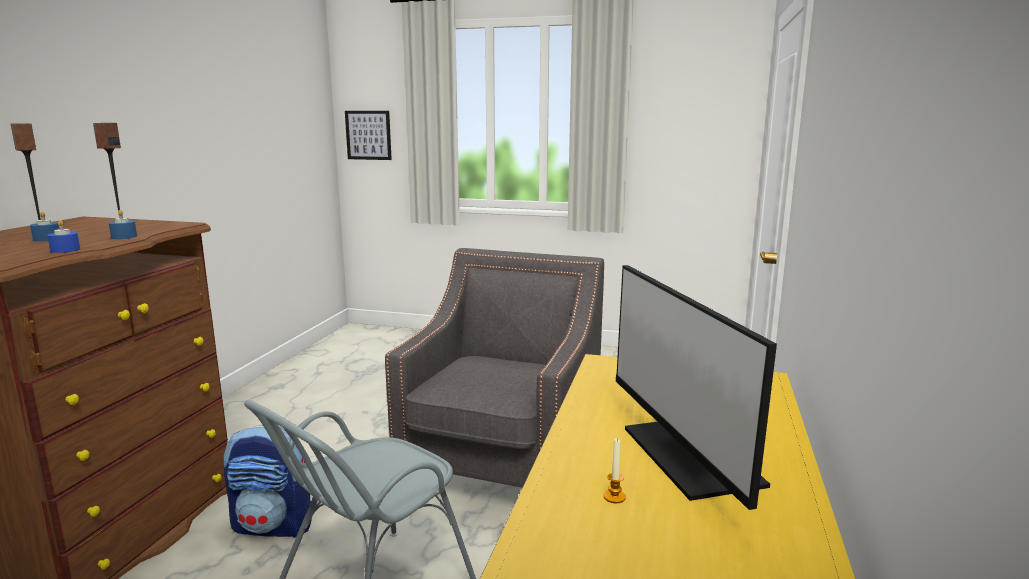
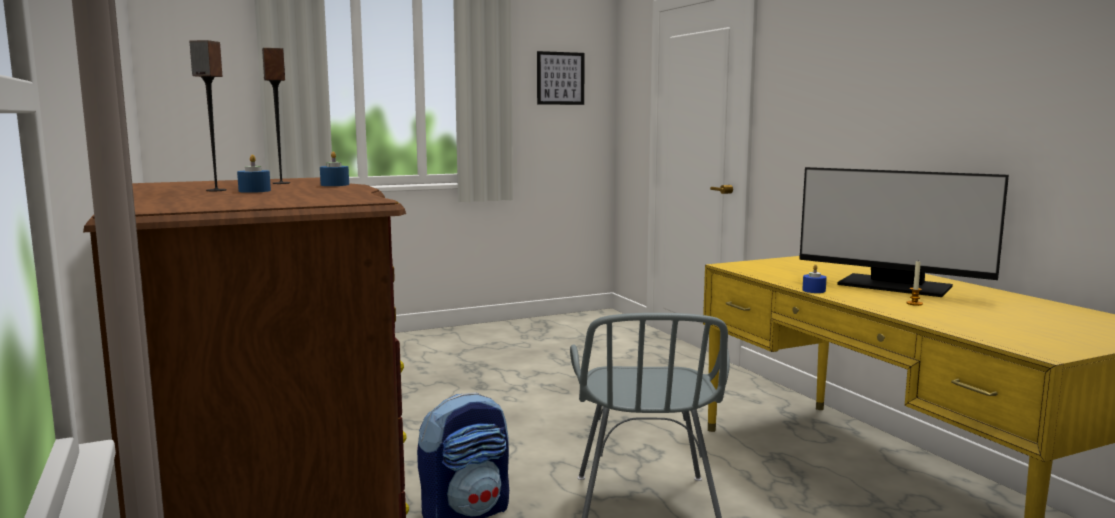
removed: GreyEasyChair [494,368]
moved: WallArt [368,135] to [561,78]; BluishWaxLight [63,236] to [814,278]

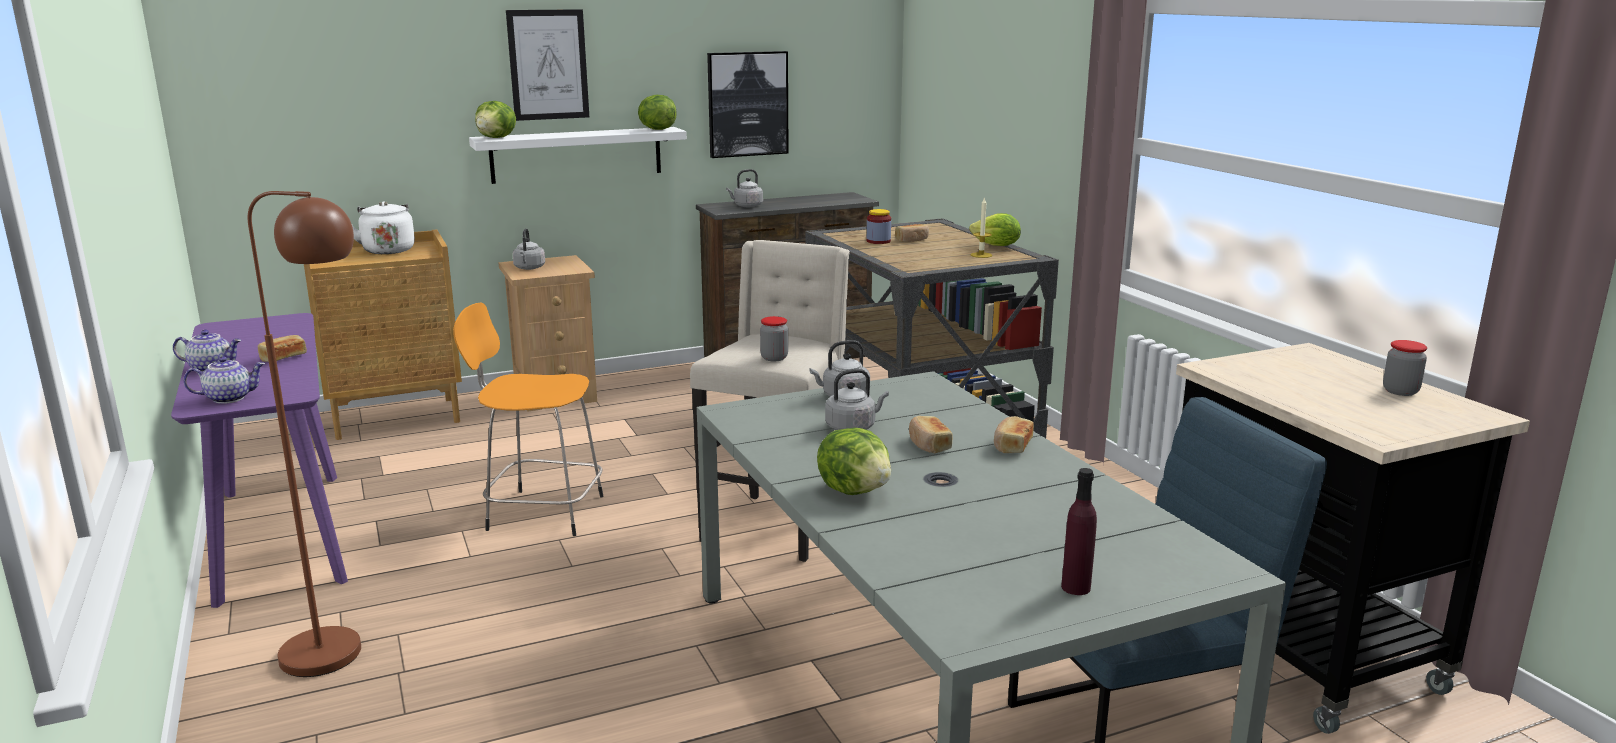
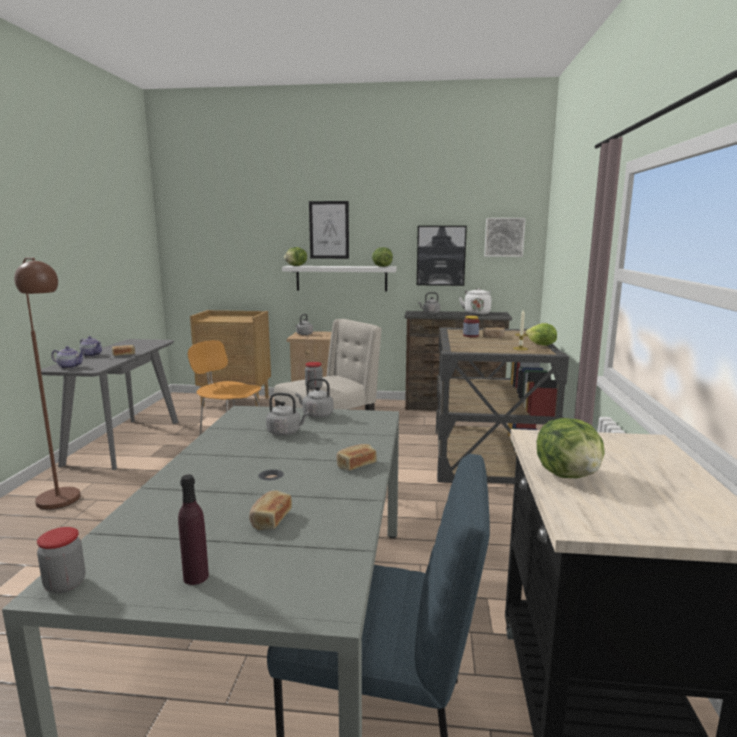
added: WallArt [505,237]
moved: WhiteWaterKettle [383,227] to [475,301]; StorageJar [1405,368] to [61,560]; Bread [931,434] to [270,510]; LettuceHead [854,461] to [570,448]
recoloured: PurpleColouredConsoleTable [259,460] to GreyConsoleTable [110,404]

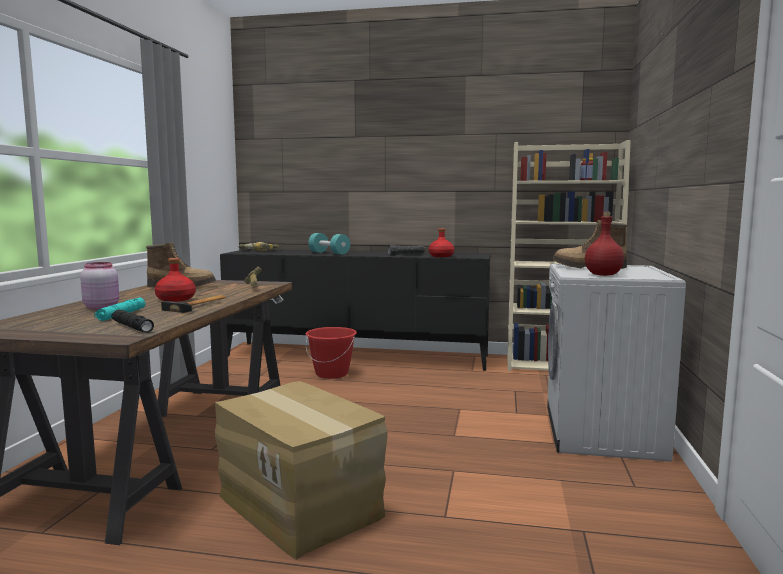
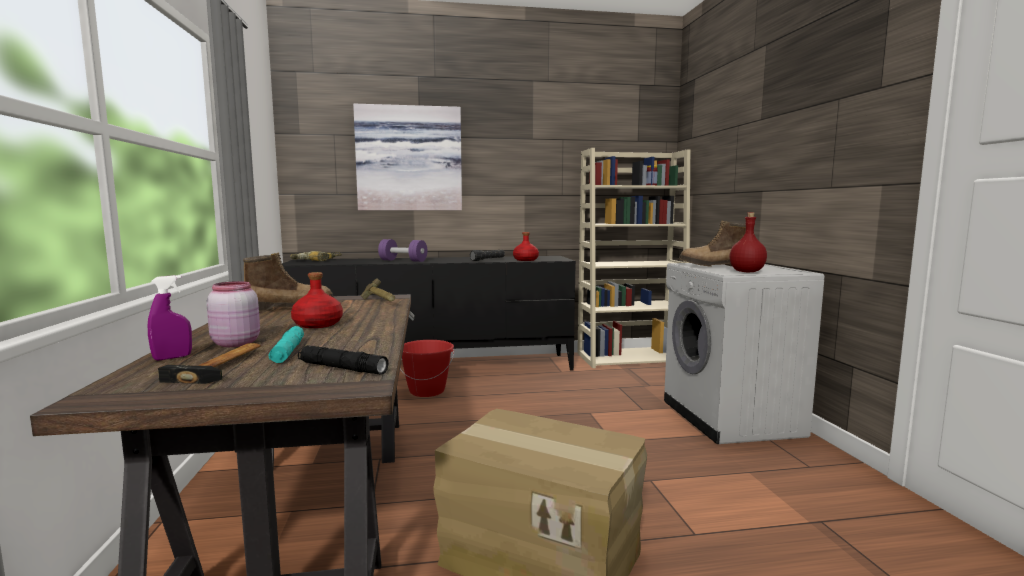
added: WallArt [407,157]; PurpleColouredSprayer [170,317]
moved: ToolHammer [193,304] to [209,363]
recoloured: TurquoiseFreeWeight [329,244] to PurpleColouredFreeWeight [402,250]

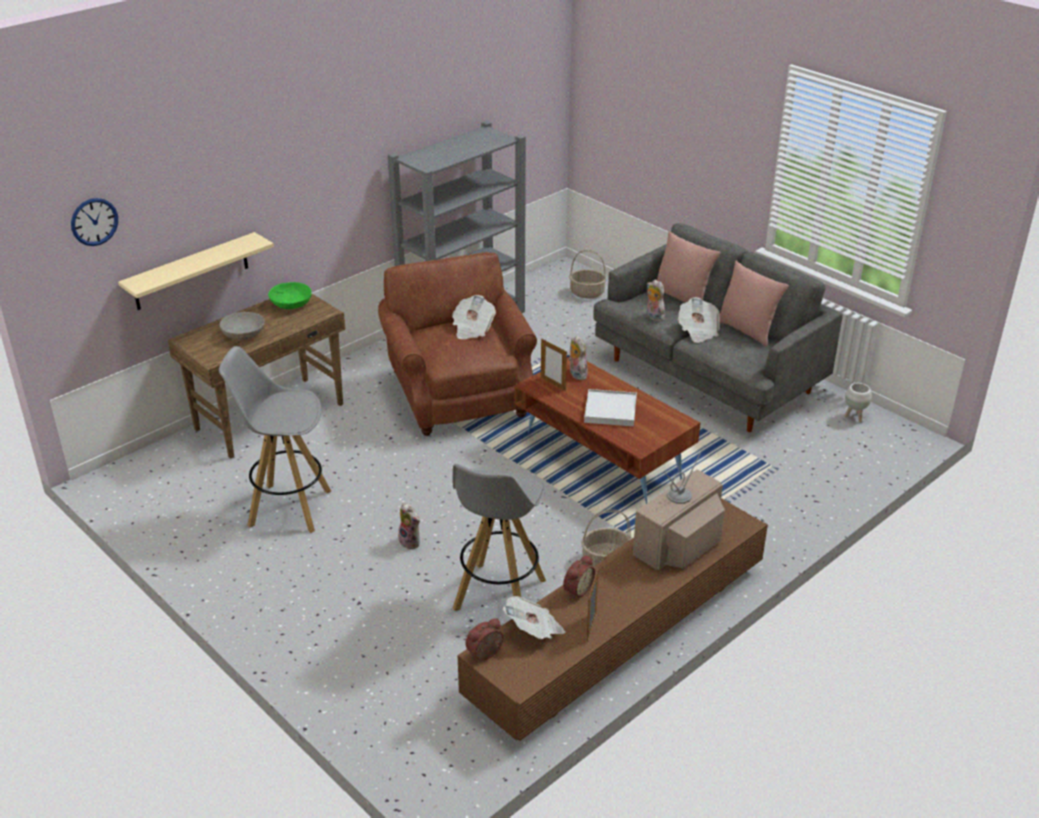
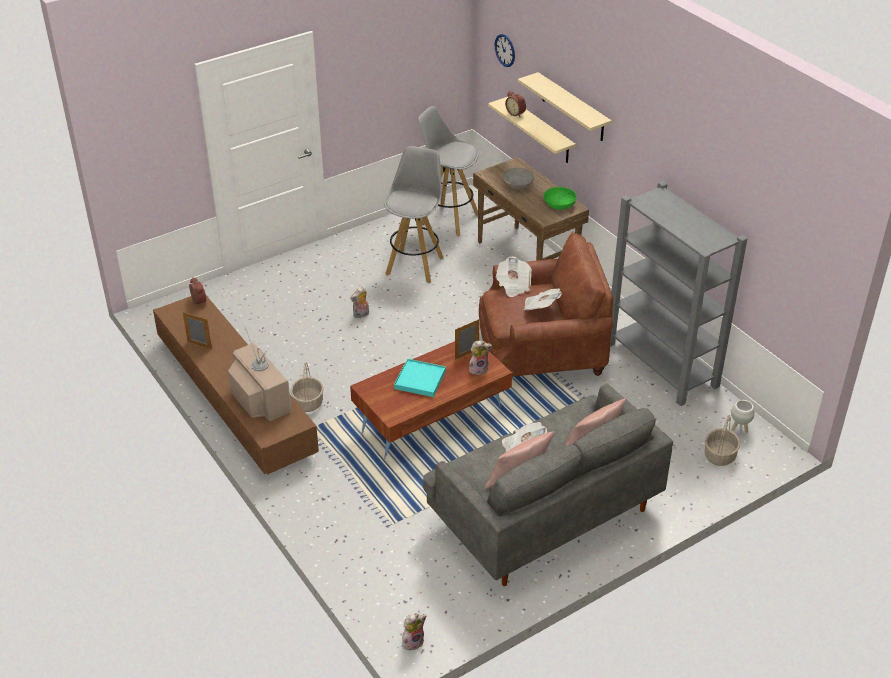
added: SandColouredBracketShelf [565,106]
moved: SoftToy [656,301] to [414,631]; WhitePlanter [858,402] to [743,416]; GreyStoolSeat [500,537] to [448,171]; AlarmClock [579,577] to [515,104]; DailyPaper [534,618] to [514,277]
recoloured: WhiteCarryingTray [610,407] to TurquoiseCarryingTray [420,378]

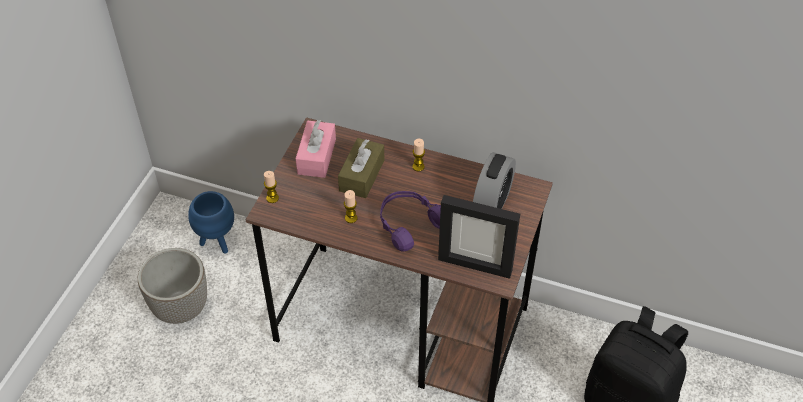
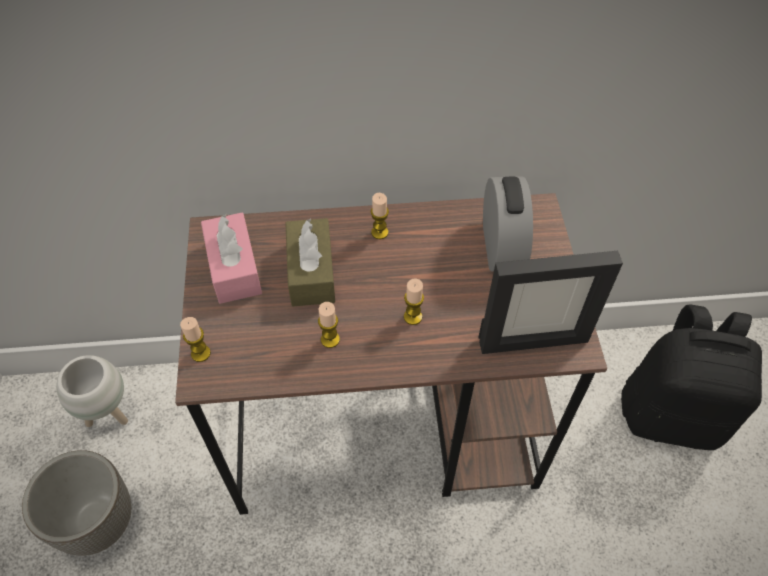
replaced: PurpleColouredHeadphones [410,221] to WaxLight [414,301]
recoloured: BluishPlanter [211,222] to WhitePlanter [92,391]

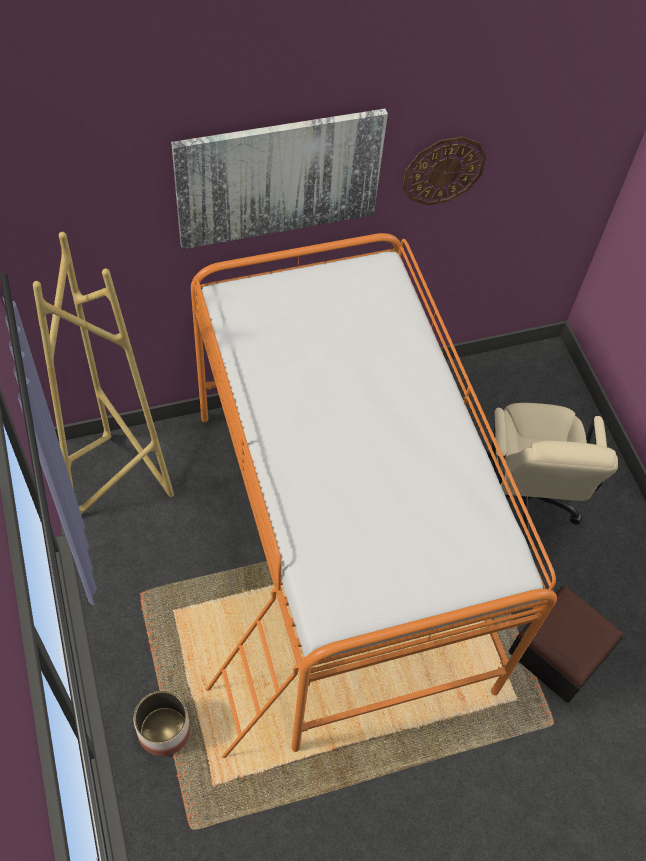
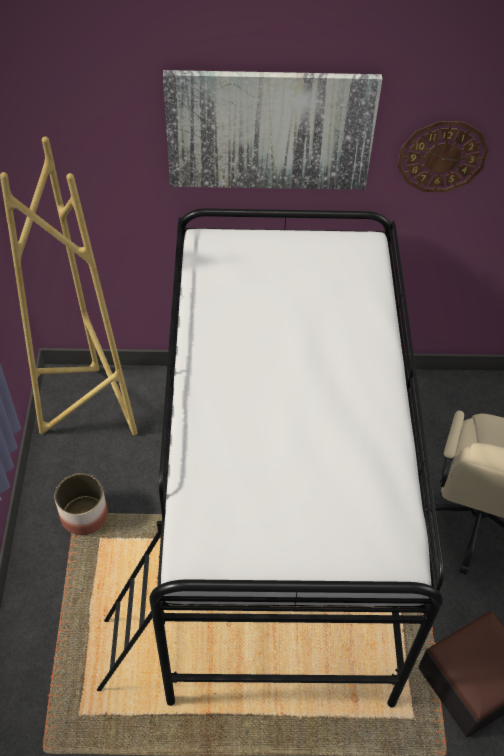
moved: Planter [162,723] to [81,504]
recoloured: OrangeBed [374,495] to BlackishBed [270,458]

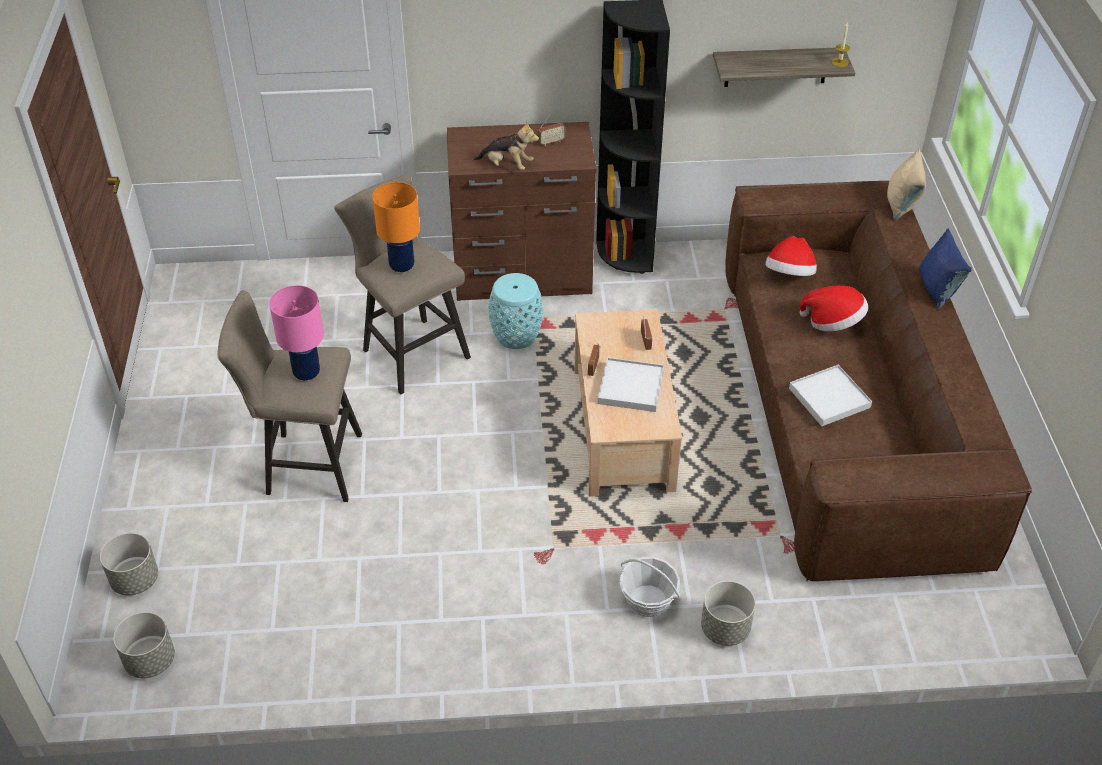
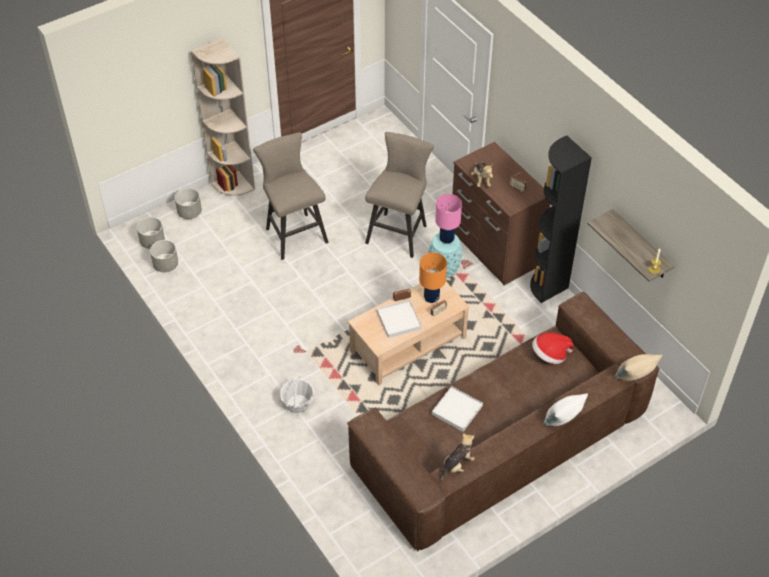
removed: WearableHat [833,308]
added: SandColouredShelvingUnit [223,117]; SoftToy [457,457]
moved: OrangeTableLamp [396,227] to [433,277]; PinkTableLamp [296,333] to [448,219]; GreyPlanter [728,613] to [164,256]
recoloured: BluishCushion [945,269] to WhiteCushion [565,409]

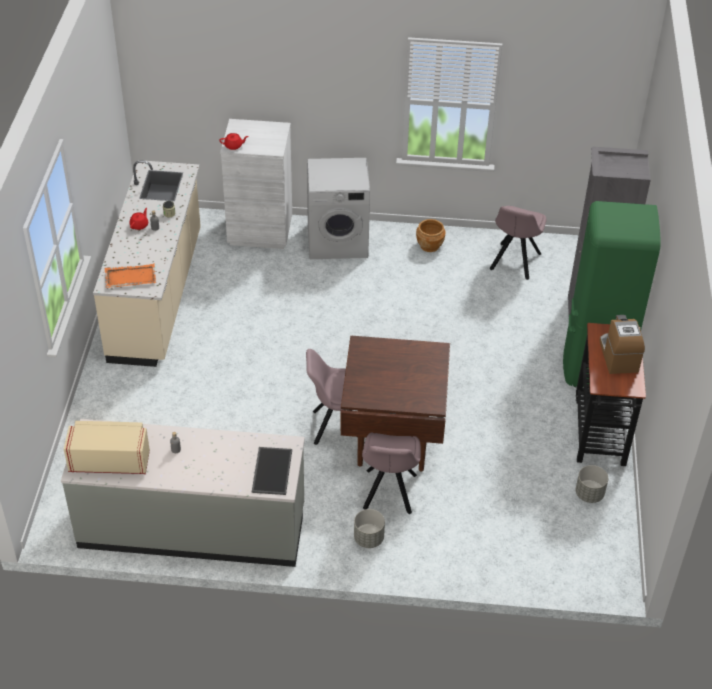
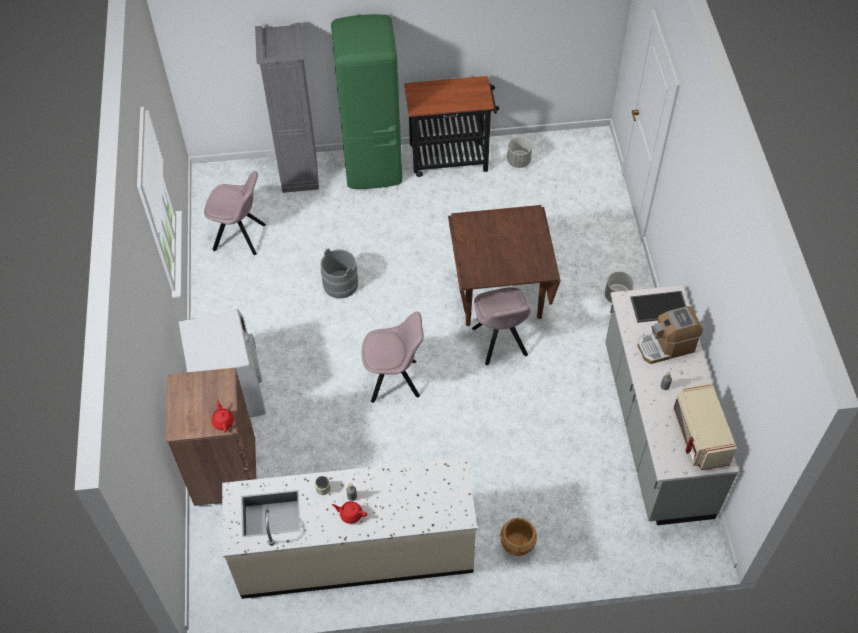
removed: OrangeCarryingTray [130,276]
added: GreyPail [339,273]
moved: BrownishPlanter [431,235] to [518,537]; CoffeeMachine [622,344] to [670,335]; PinkChair [391,473] to [392,357]
recoloured: WhiteChestOfDrawers [256,184] to BrownishChestOfDrawers [211,437]

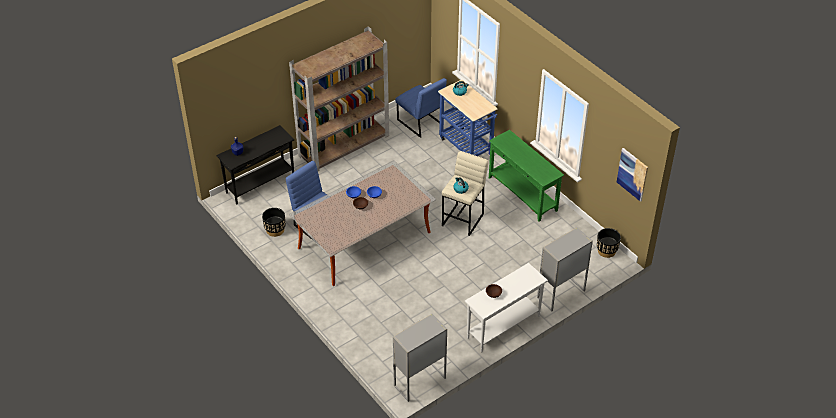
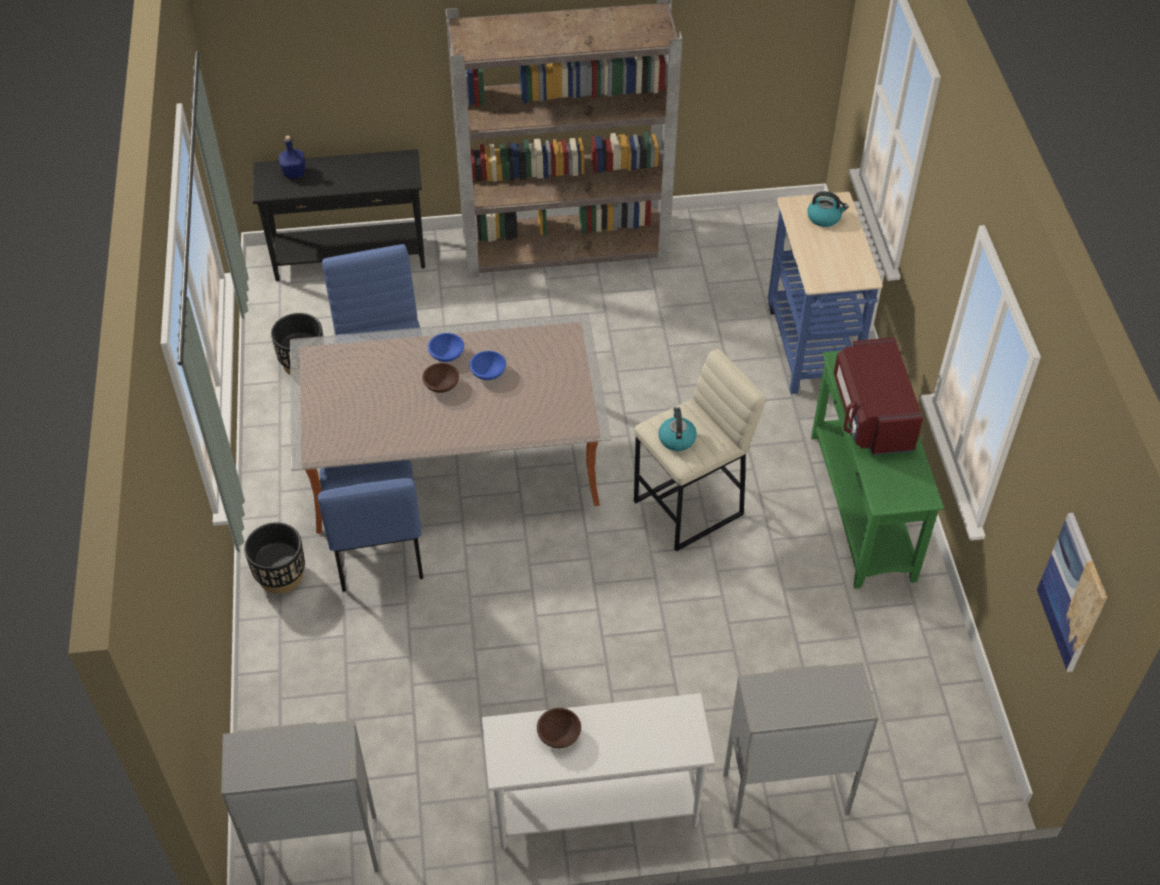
added: RedMicrowaveOven [878,396]
moved: BluishChair [421,108] to [370,526]; BlackishPlanter [609,243] to [274,558]

